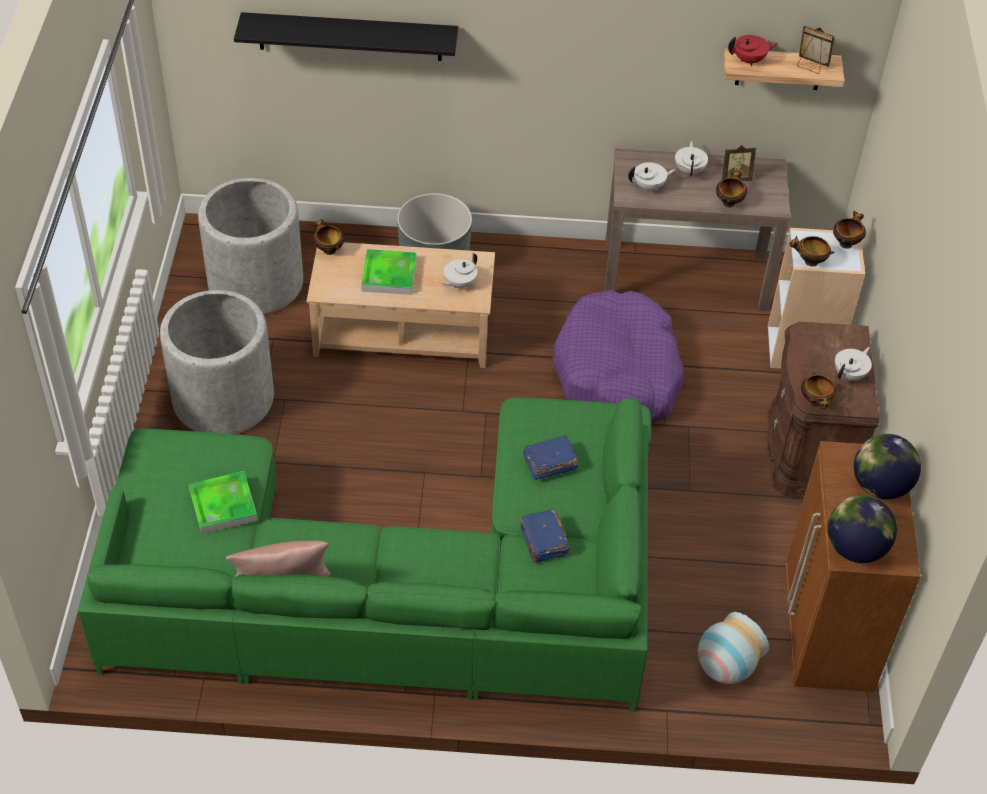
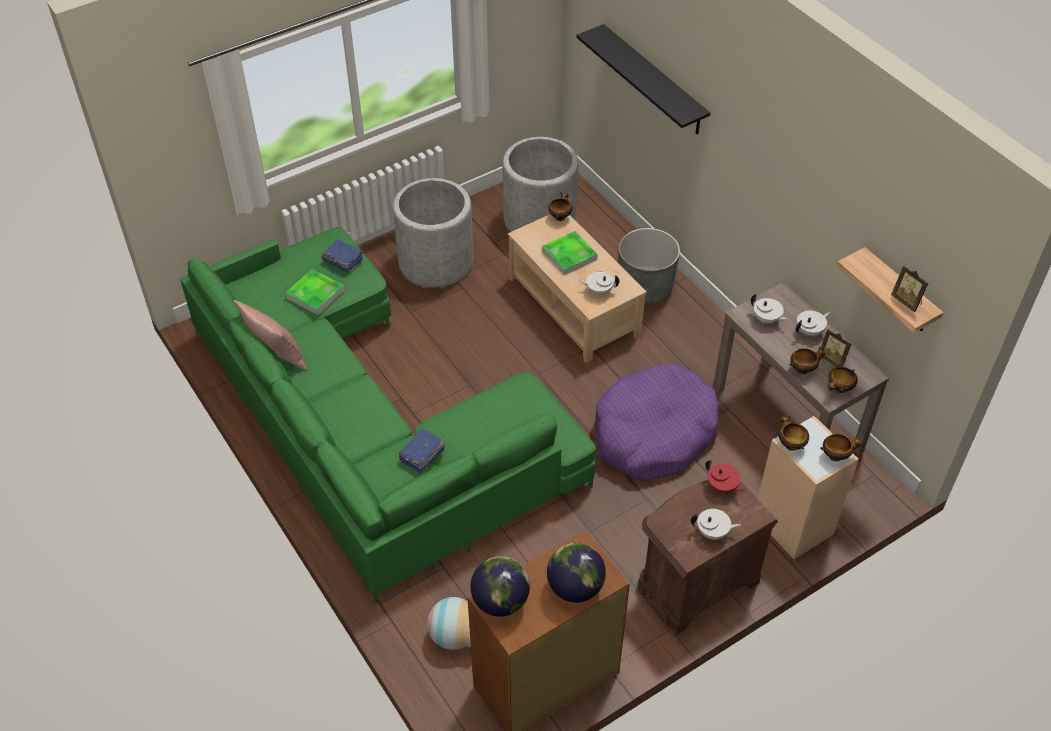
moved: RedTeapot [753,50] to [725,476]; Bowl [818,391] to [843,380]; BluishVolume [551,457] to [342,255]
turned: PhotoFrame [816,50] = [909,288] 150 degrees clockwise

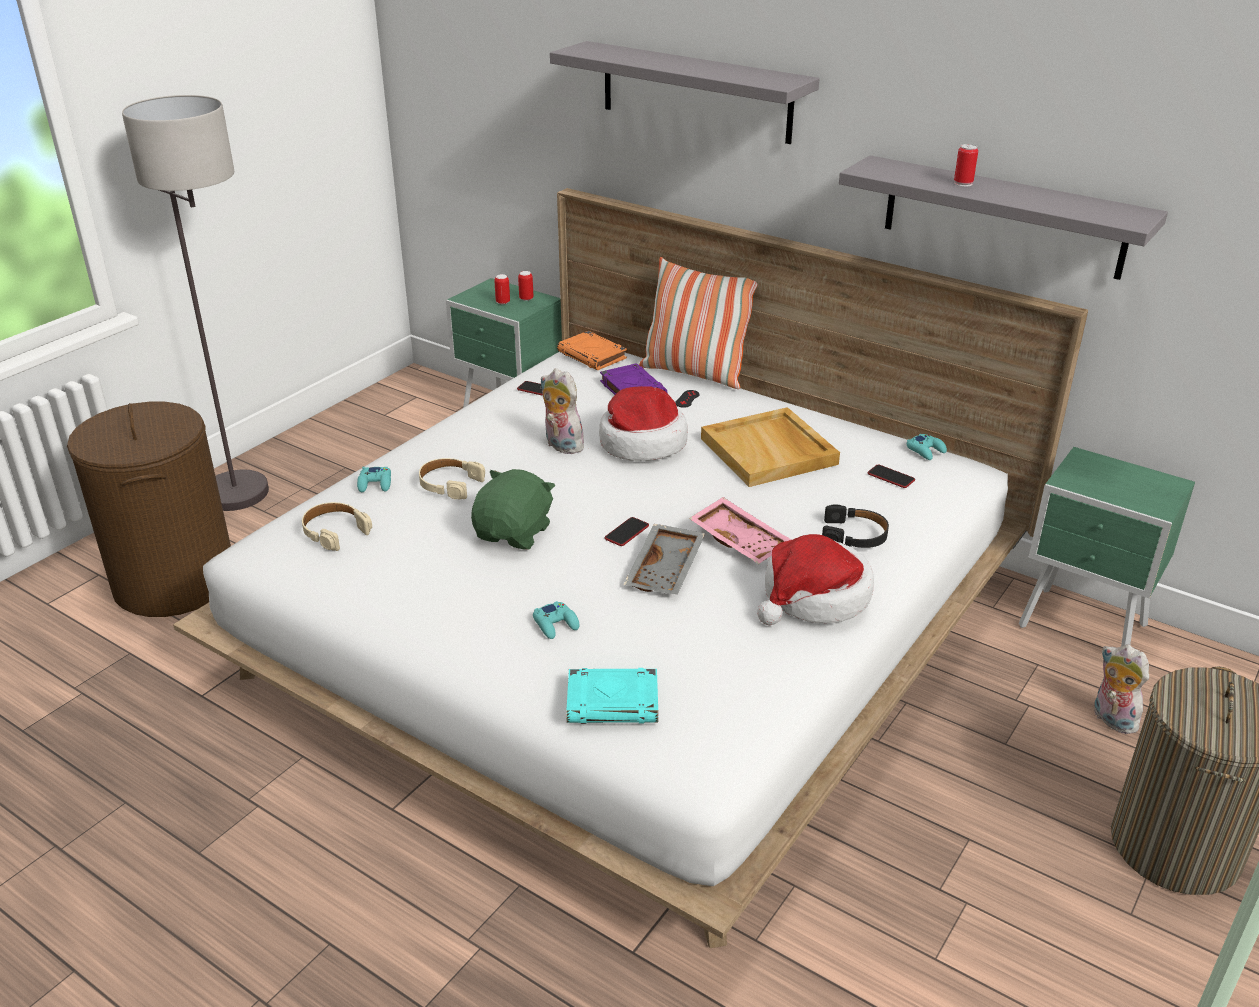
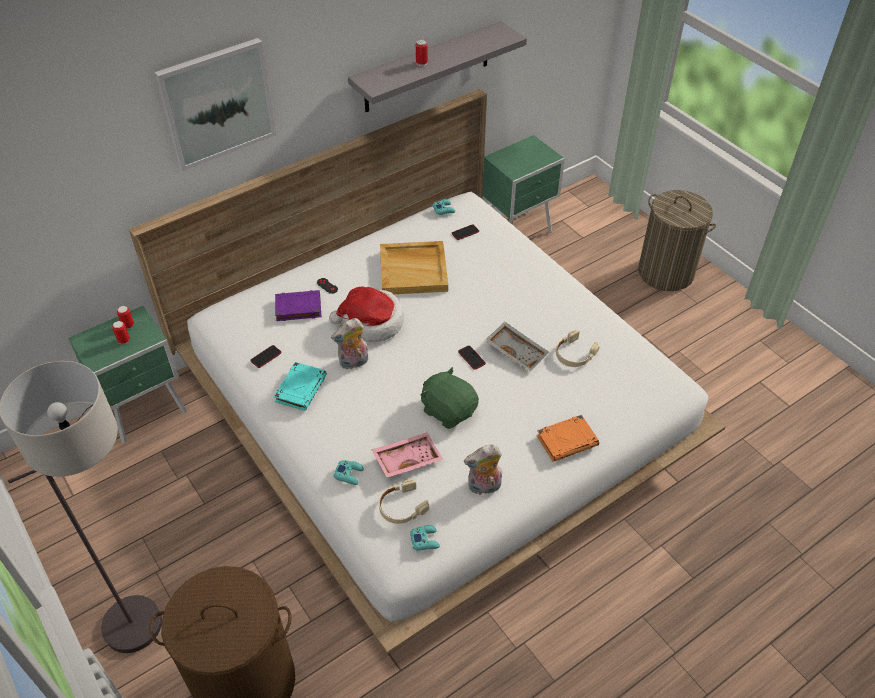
removed: Cushion [698,323]; BlackishHeadphones [855,526]; WearableHat [815,579]
moved: OrangeVolume [592,350] to [568,438]; SandColouredHeadphones [452,478] to [577,348]; PinkCarryingTray [740,530] to [407,455]; TurquoiseJoypad [556,620] to [425,538]; SoftToy [1121,689] to [483,469]; TurquoiseVolume [612,696] to [300,386]
replaced: GreyBracketShelf [685,92] to WallArt [215,104]

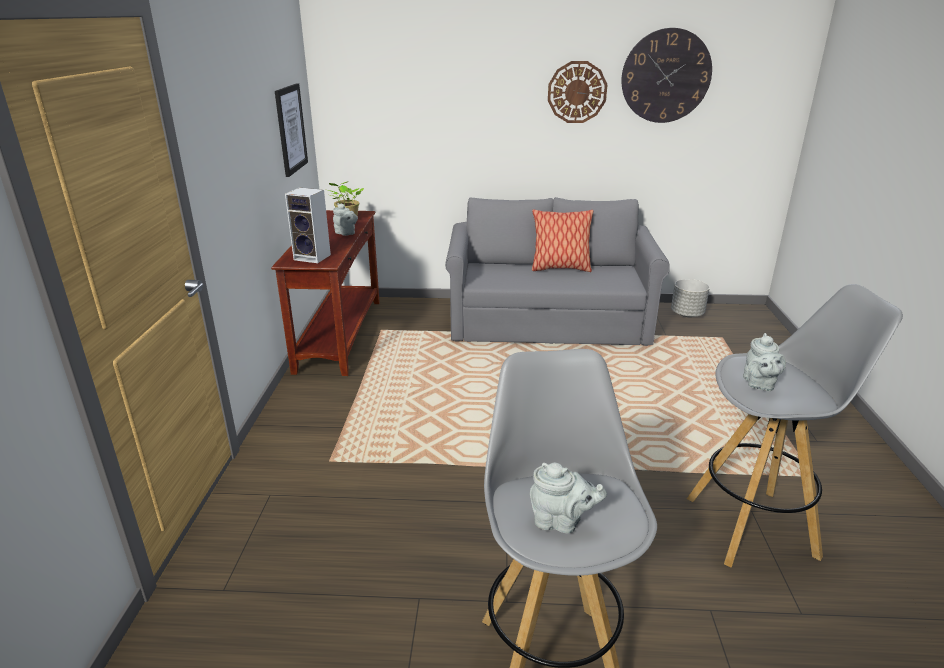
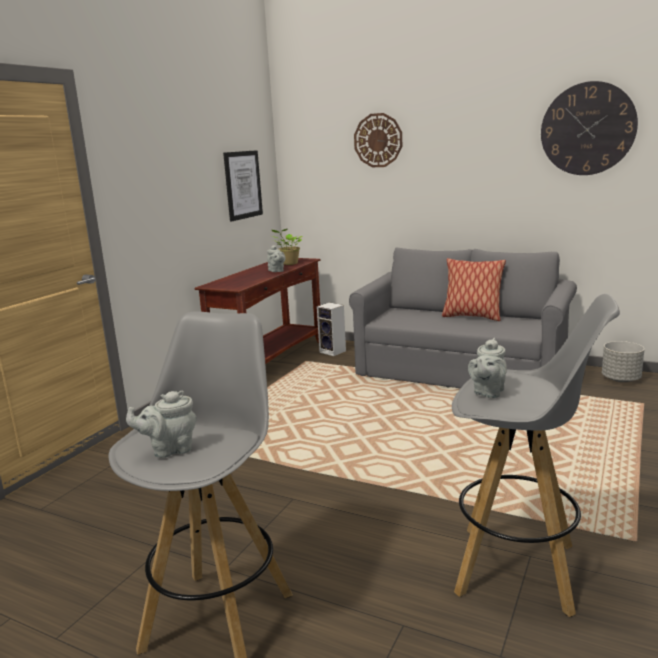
moved: HangingClock [578,92] to [378,140]; Loudspeaker [308,225] to [331,329]
turned: GreyTeapot [568,498] = [161,424] 120 degrees clockwise

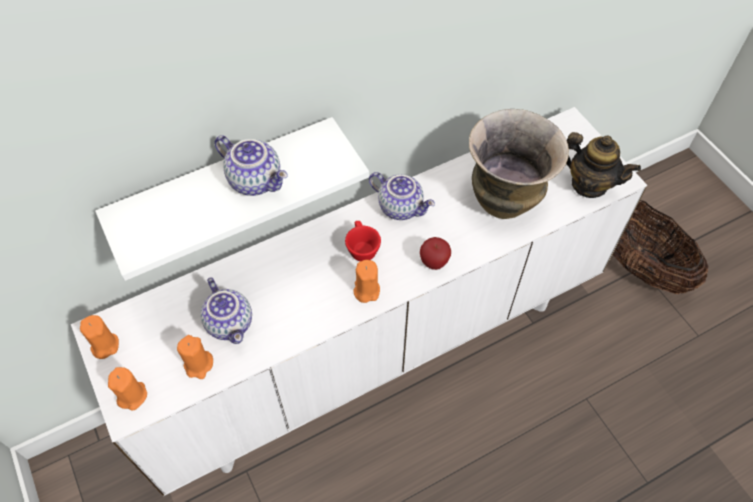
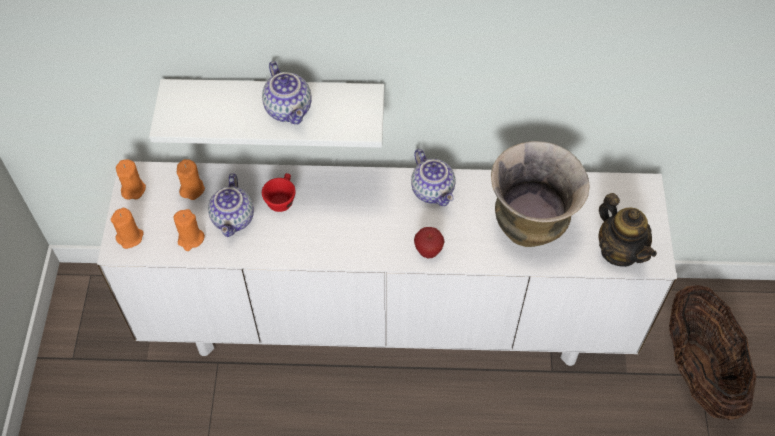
moved: RedSmallCup [363,241] to [279,192]; OrangeWaxLight [366,281] to [191,179]

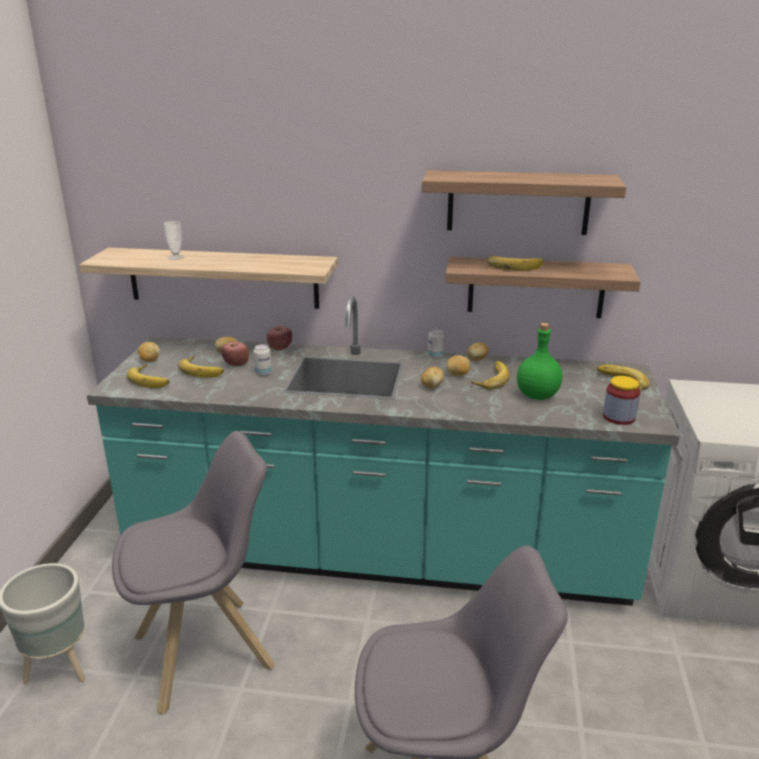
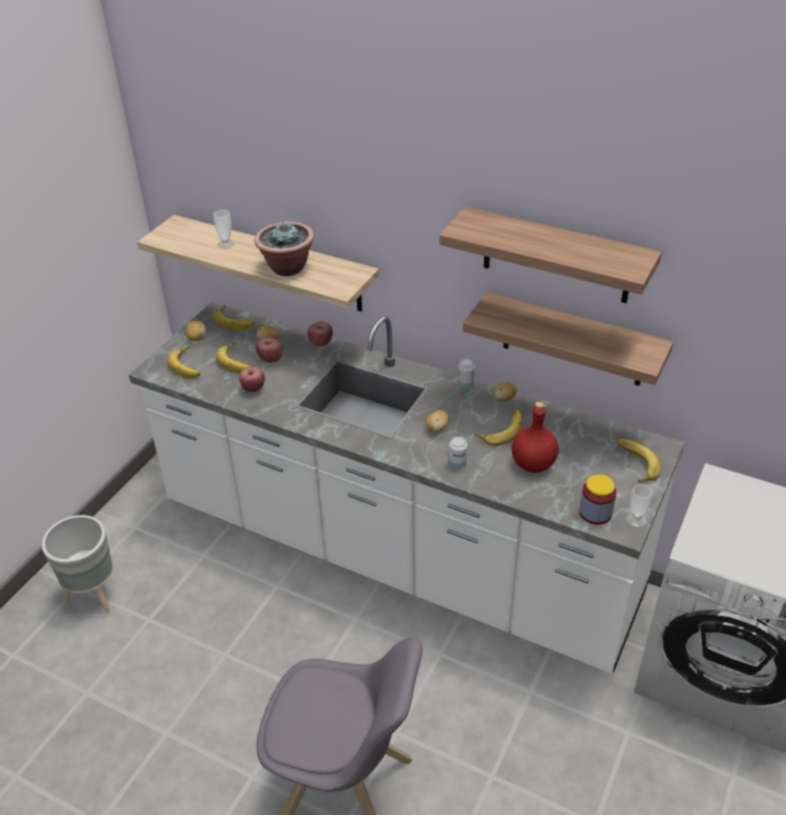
removed: Potato [458,365]; GreyChair [193,573]
added: PottedPlant [284,249]; WholeApple [252,379]; SmallCup [639,506]
moved: BananaFruit [515,263] to [233,317]; MetalCan [262,360] to [458,452]
recoloured: TurquoiseKitchenCounter [383,451] to WhiteKitchenCounter [407,487]; GreenishDrinkBottle [540,361] to RedDrinkBottle [535,437]

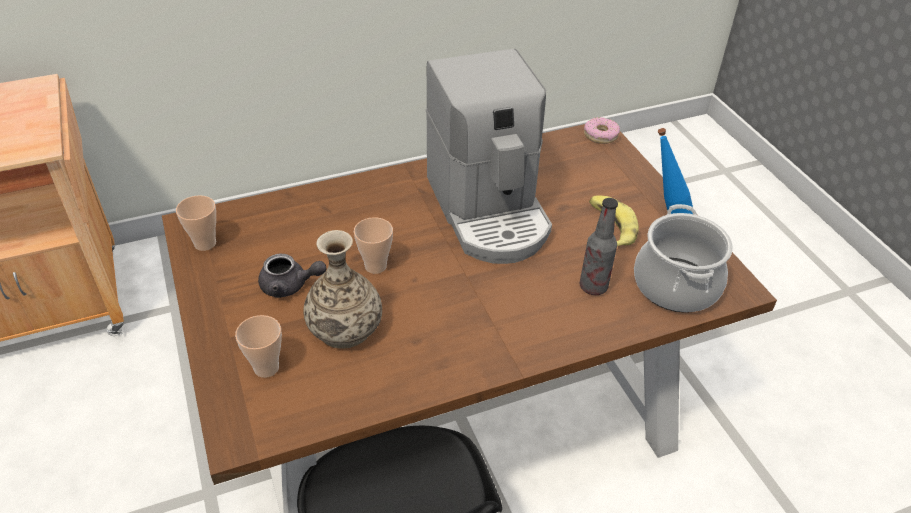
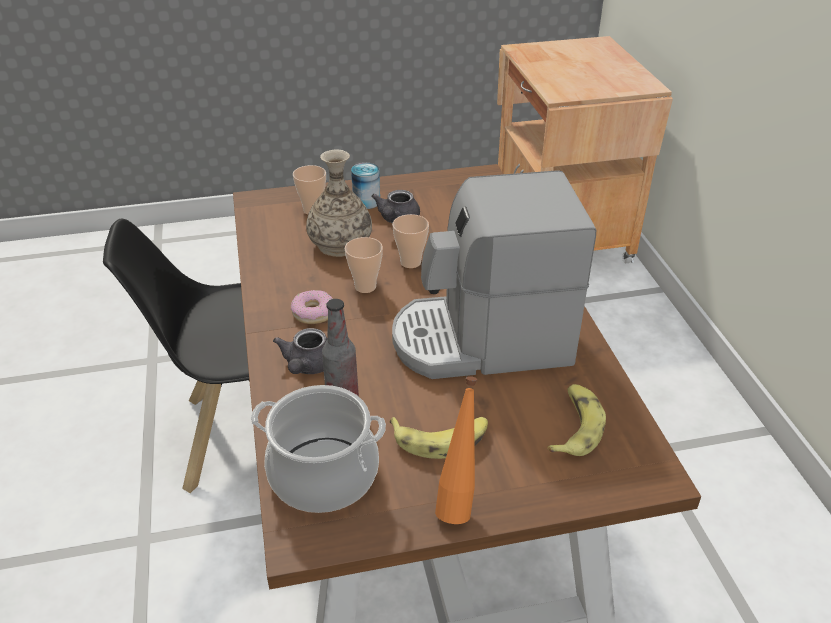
added: MetalCan [365,186]; GreyTeapot [300,351]; BananaFruit [576,420]
moved: Doughnut [602,130] to [312,307]; SmallCup [196,223] to [364,265]
recoloured: BluishDrinkBottle [675,171] to OrangeDrinkBottle [456,450]

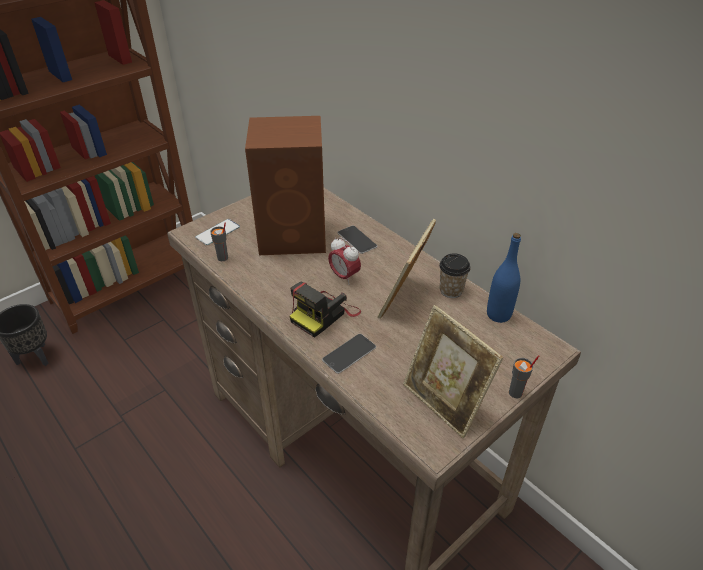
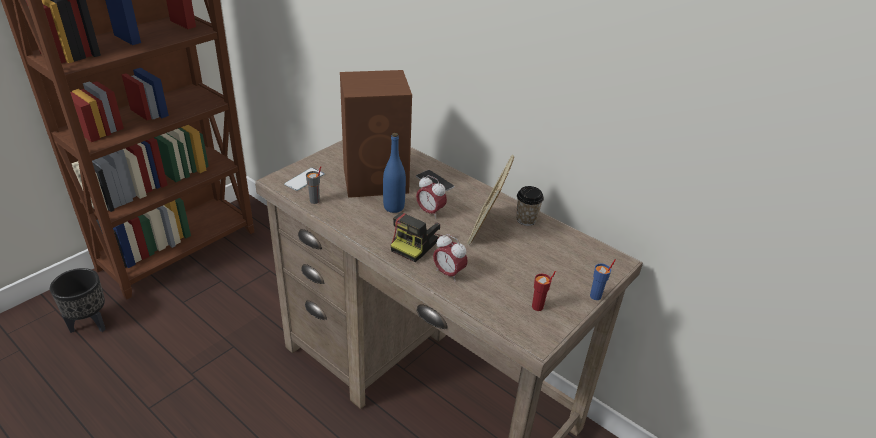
moved: BluishDrinkBottle [504,278] to [394,173]
replaced: PhotoFrame [453,372] to RedSmallCup [544,291]; Telephone [349,354] to AlarmClock [450,258]
recoloured: GreySmallCup [524,376] to BluishSmallCup [603,279]

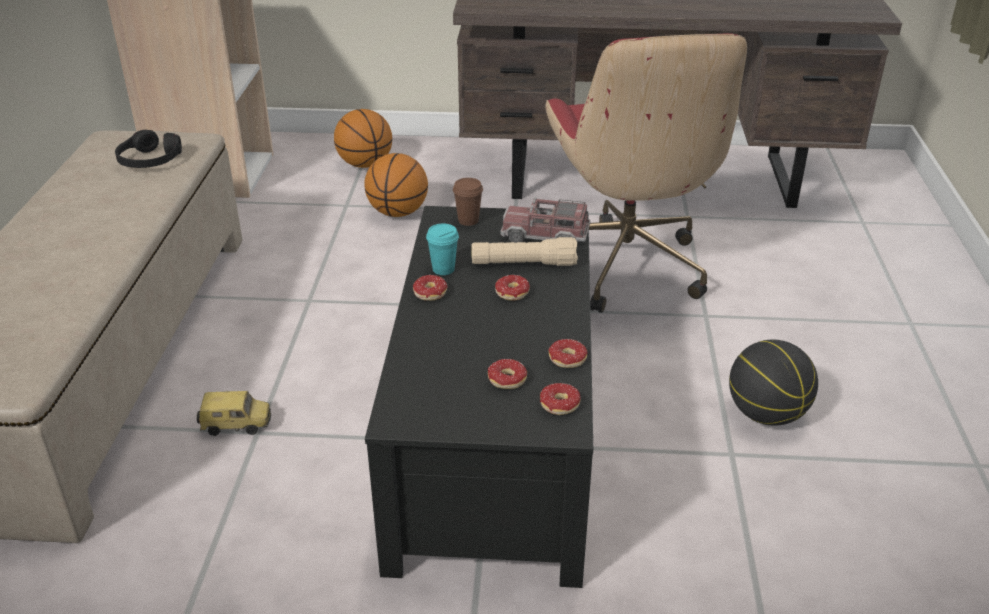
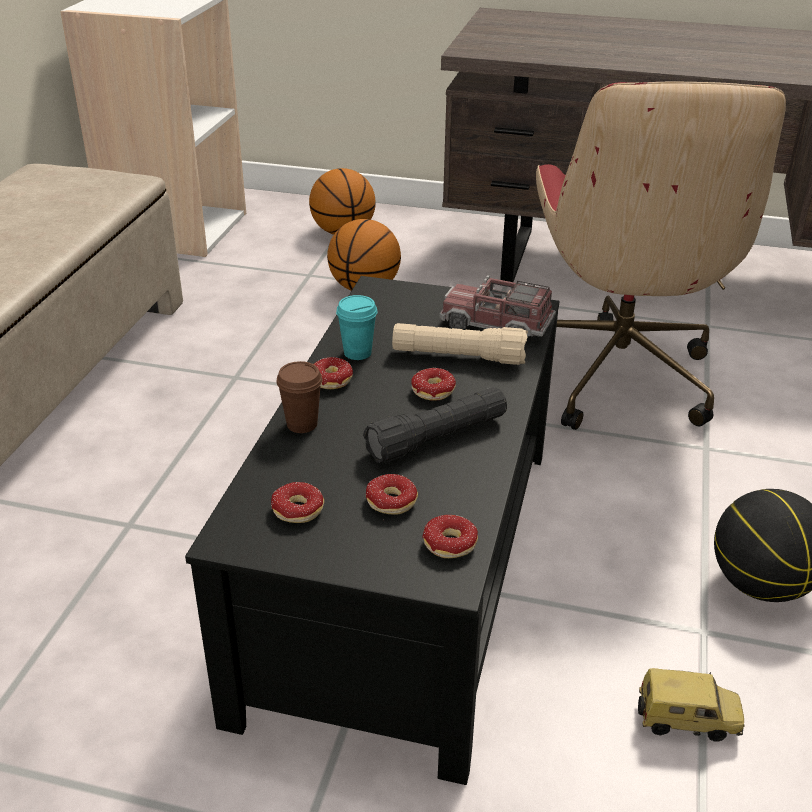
removed: BlackishHeadphones [148,149]
added: BlackishHandTorch [435,425]
moved: BrownishSmallCup [468,202] to [299,397]; Doughnut [568,353] to [297,502]; MiniatureCar [234,413] to [691,705]

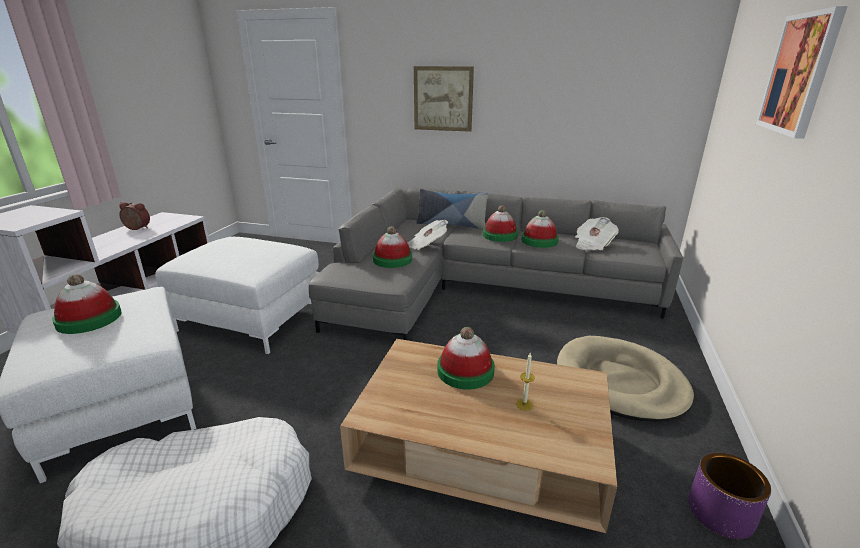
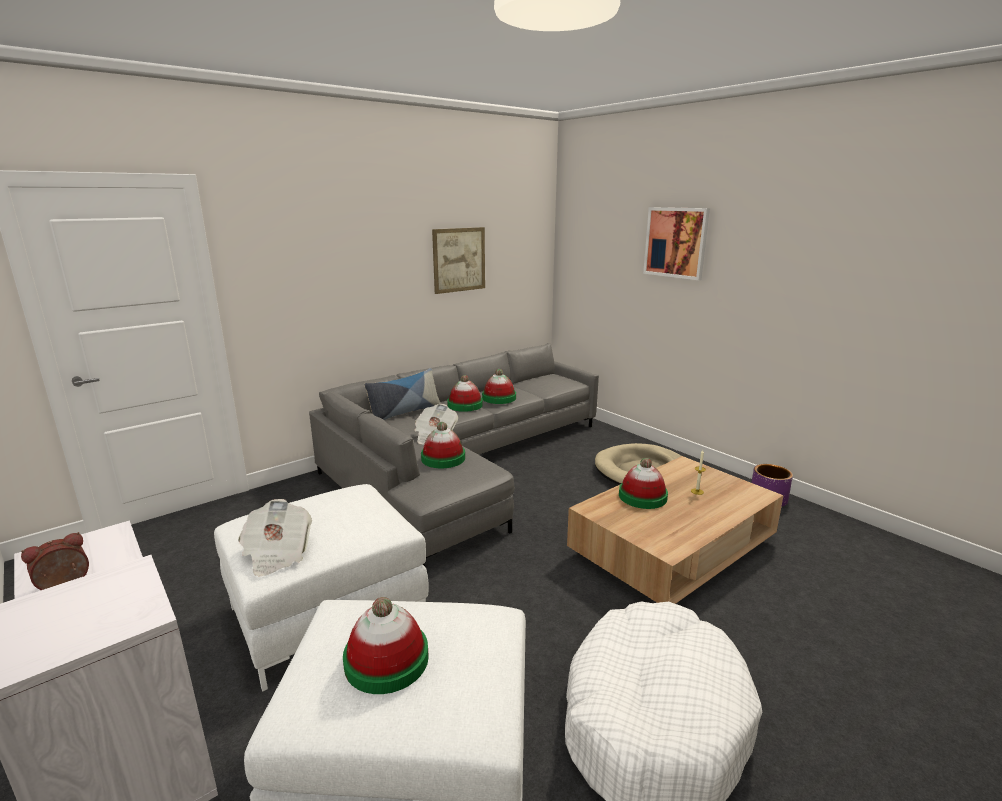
moved: WallArt [444,99] to [458,260]; DailyPaper [597,233] to [275,538]

